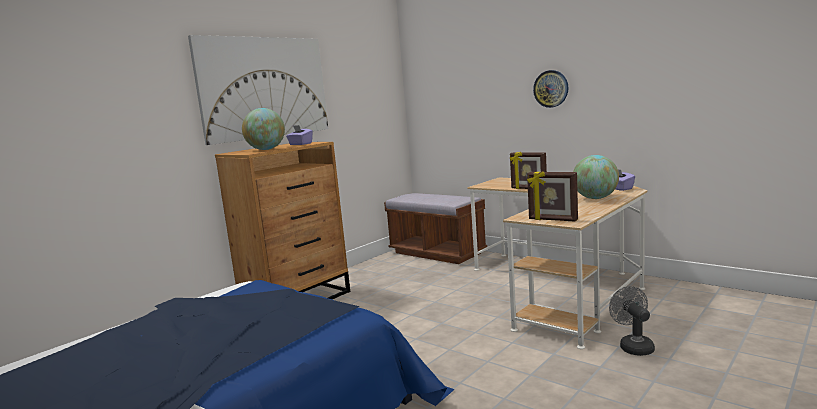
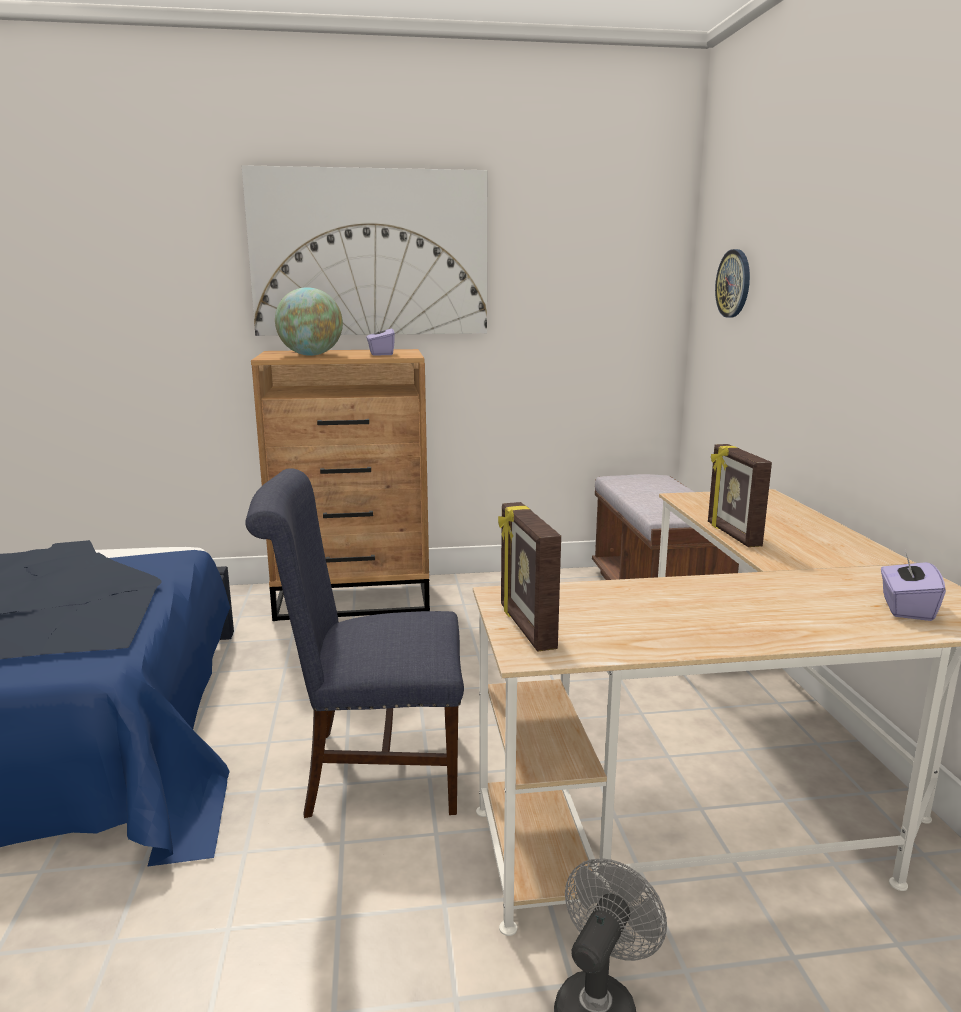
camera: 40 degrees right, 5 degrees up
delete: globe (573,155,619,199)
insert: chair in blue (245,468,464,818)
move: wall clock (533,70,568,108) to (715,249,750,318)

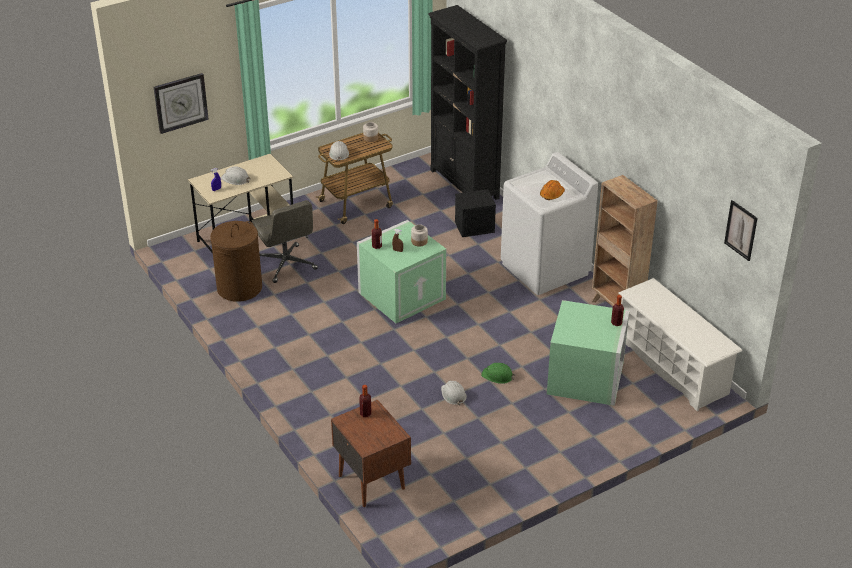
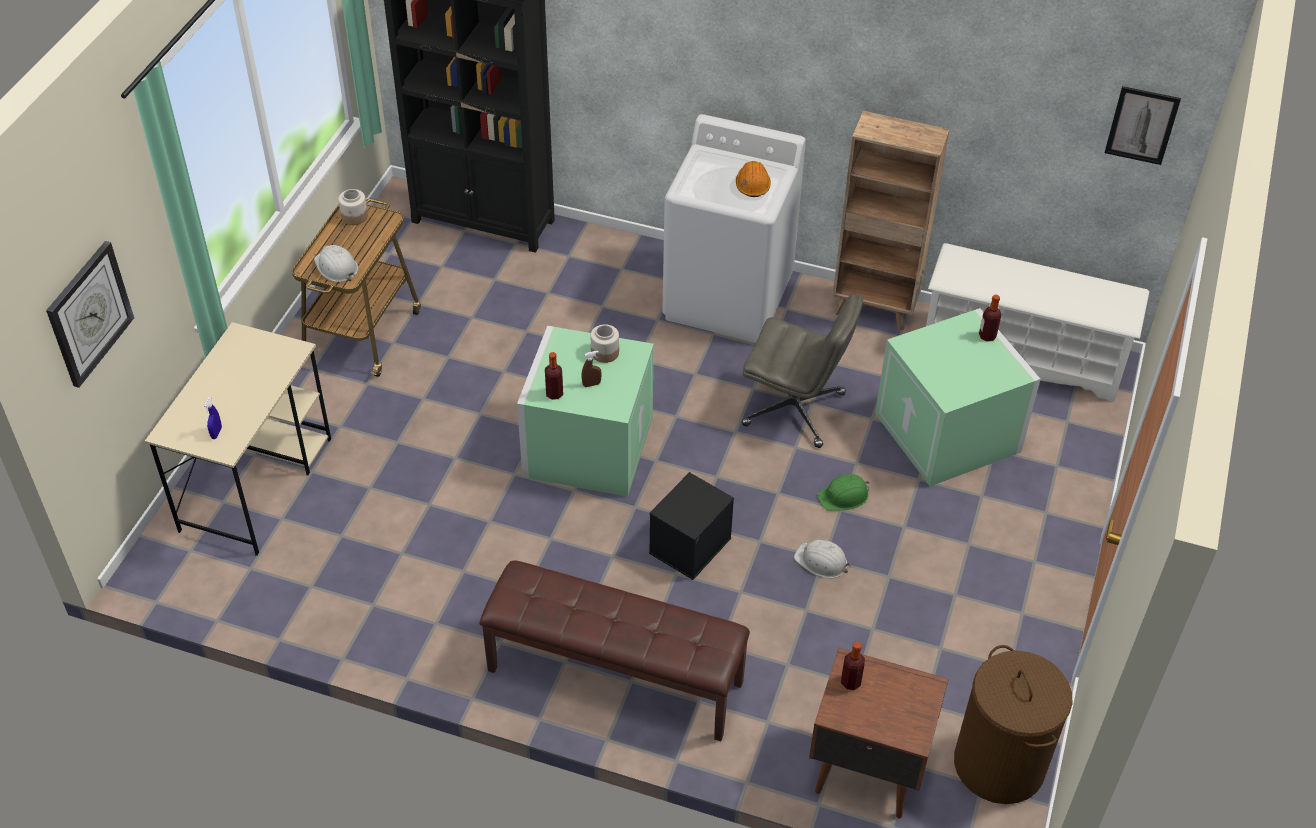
camera: 40 degrees left, 10 degrees up
delete: hard hat in white (221,166,250,185)
insert: bench in brown (480,560,750,741)
move: laundry basket in brown (210,221,262,302) to (954,645,1072,804); office chair in grey (252,200,318,283) to (742,294,863,448); storage box in black (455,189,496,237) to (649,472,734,580)

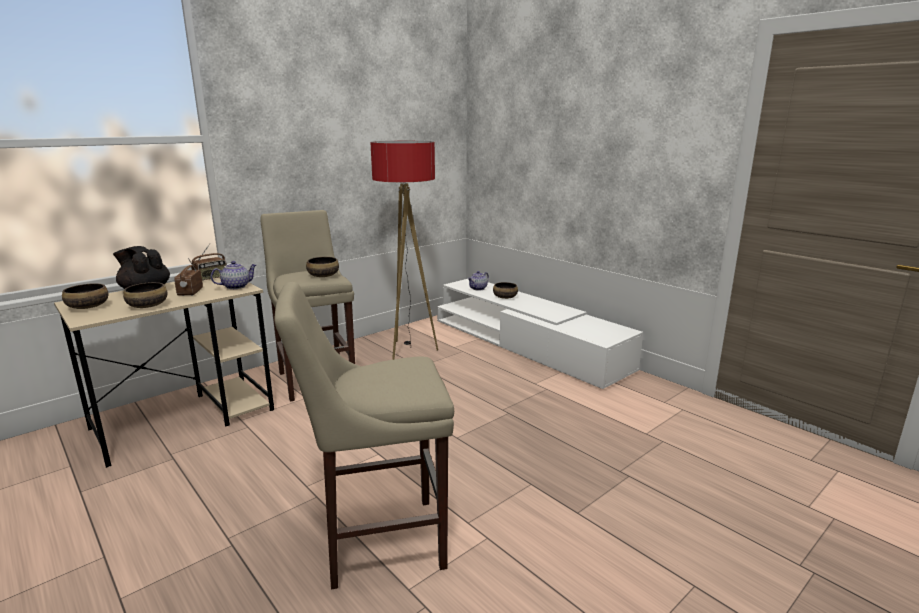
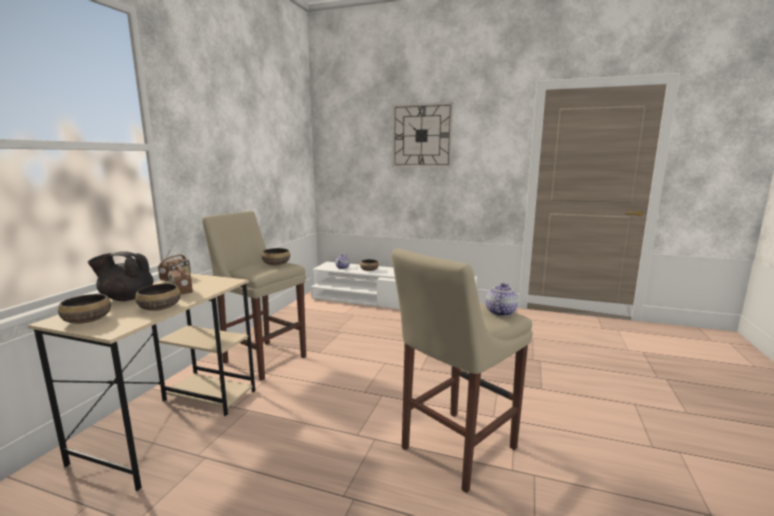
camera: 30 degrees left, 5 degrees down
delete: floor lamp (370,141,438,360)
insert: wall clock (392,102,453,167)
move: teapot (211,261,256,289) to (486,283,518,316)

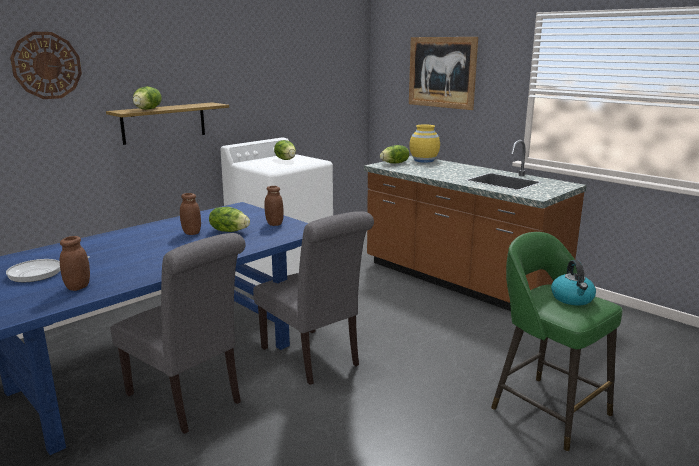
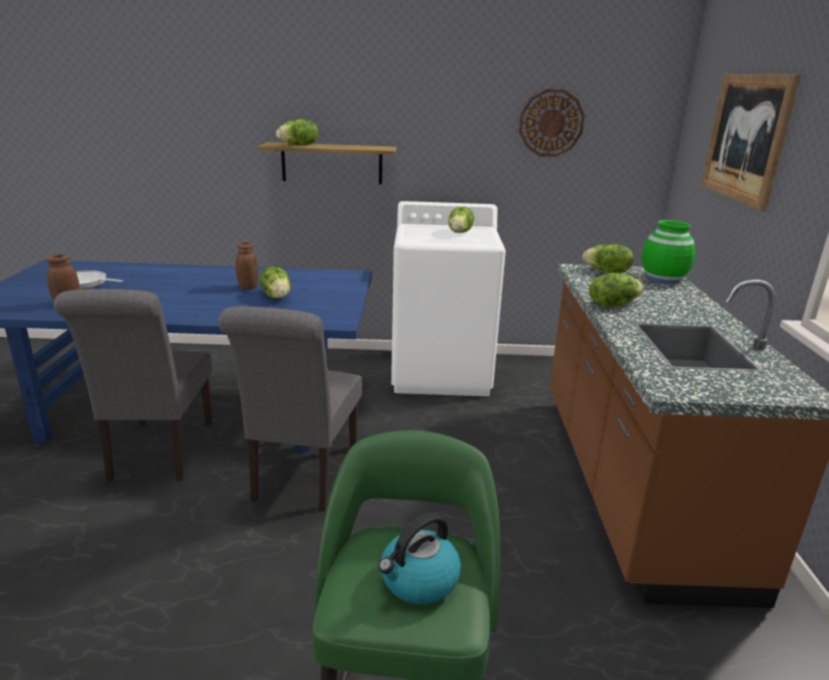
camera: 45 degrees right, 5 degrees up
delete: jar in brown (265,186,284,226)
insert: lettuce (589,273,644,307)
move: wall clock (10,32,82,99) to (519,89,585,157)
recolor: vase in yellow (409,124,440,163) to vase in green (642,220,696,284)

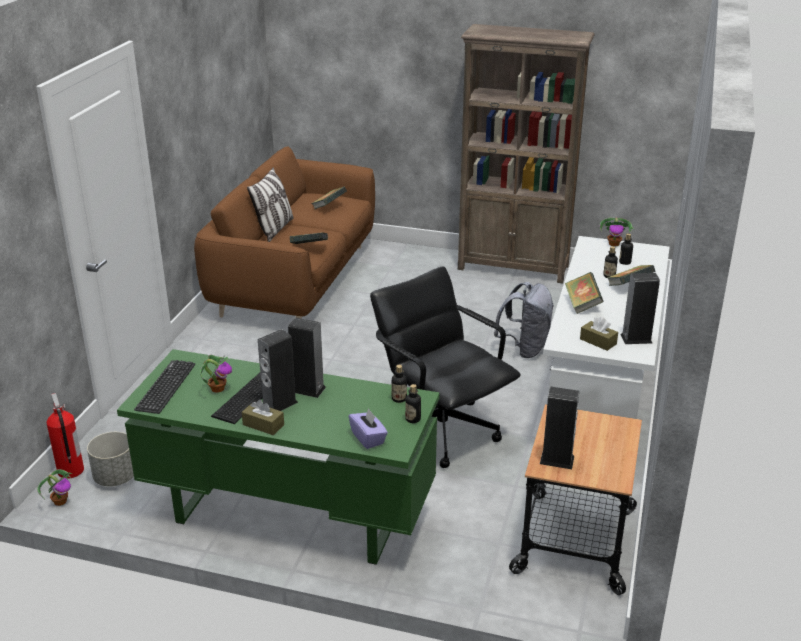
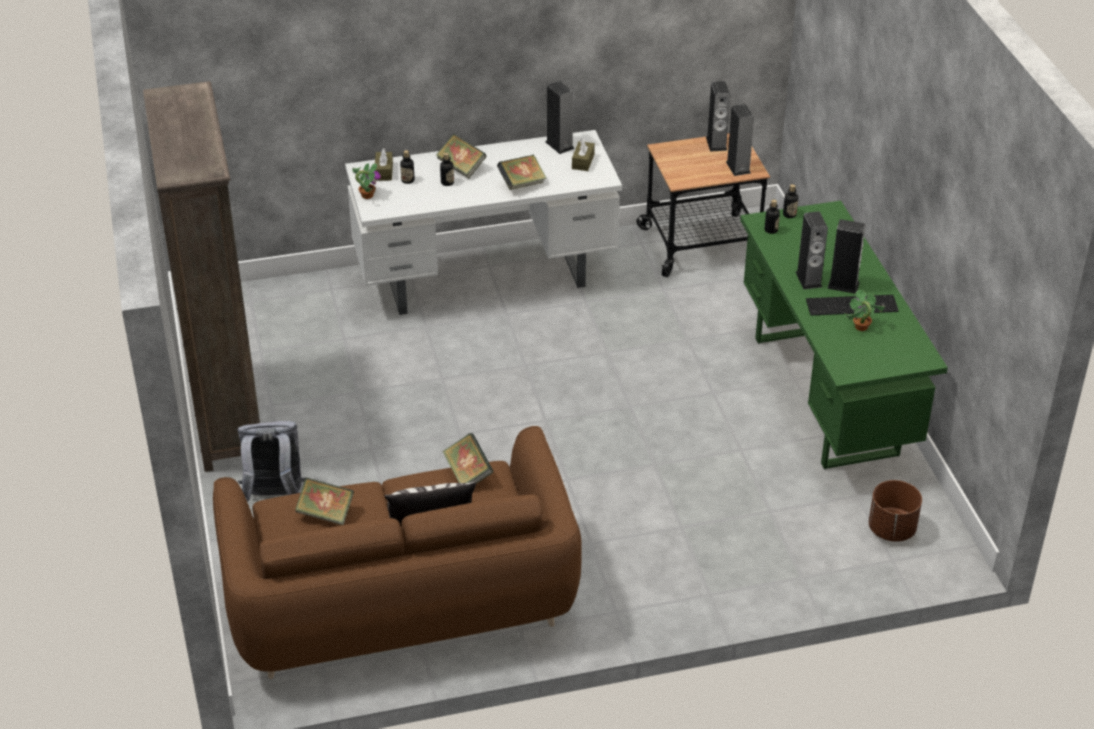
camera: 120 degrees left, 10 degrees up
delete: potted plant (37,469,73,506); fire extinguisher (46,393,84,479); keyboard (134,360,195,414); tissue box in purple (349,408,388,449); office chair in black (370,266,521,468)
insert: speaker (706,81,730,152)
move: tissue box in brown (242,399,284,435) to (375,148,393,181); backpack in grey (494,282,553,358) to (237,421,306,502)
recolor: planter in grey (87,432,134,486) to planter in brown (869,480,922,542)

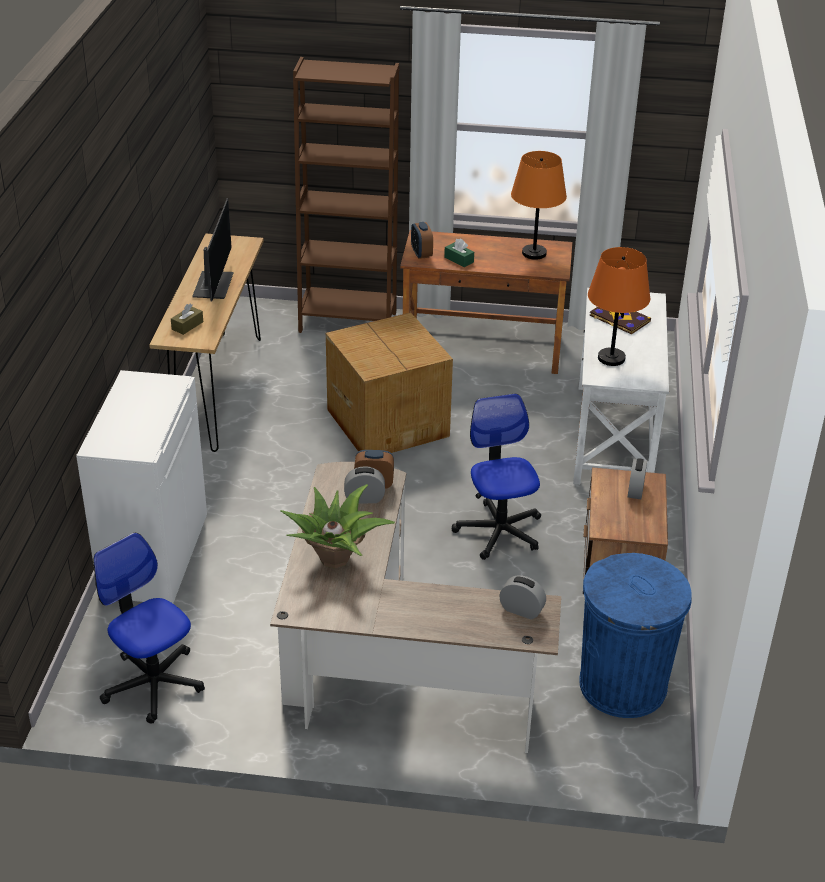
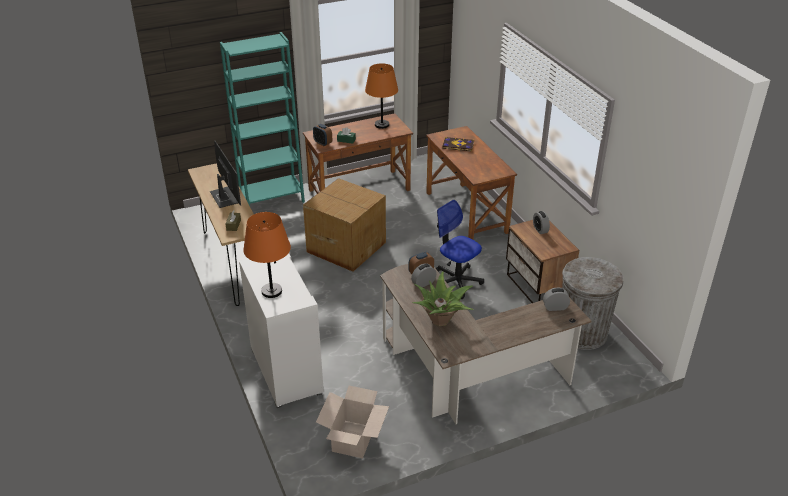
camera: 30 degrees left, 0 degrees up
move: table lamp in orange (588,247,650,366) to (243,212,291,298)
replace: office chair (93,533,205,724) to cardboard box (316,386,389,458)
recolor: bookcase in brown (293,57,399,333) to bookcase in turquoise (220,32,305,206); desk in white (573,288,669,485) to desk in brown (426,126,517,240); trash can in blue (579,553,692,718) to trash can in grey (562,257,623,350)

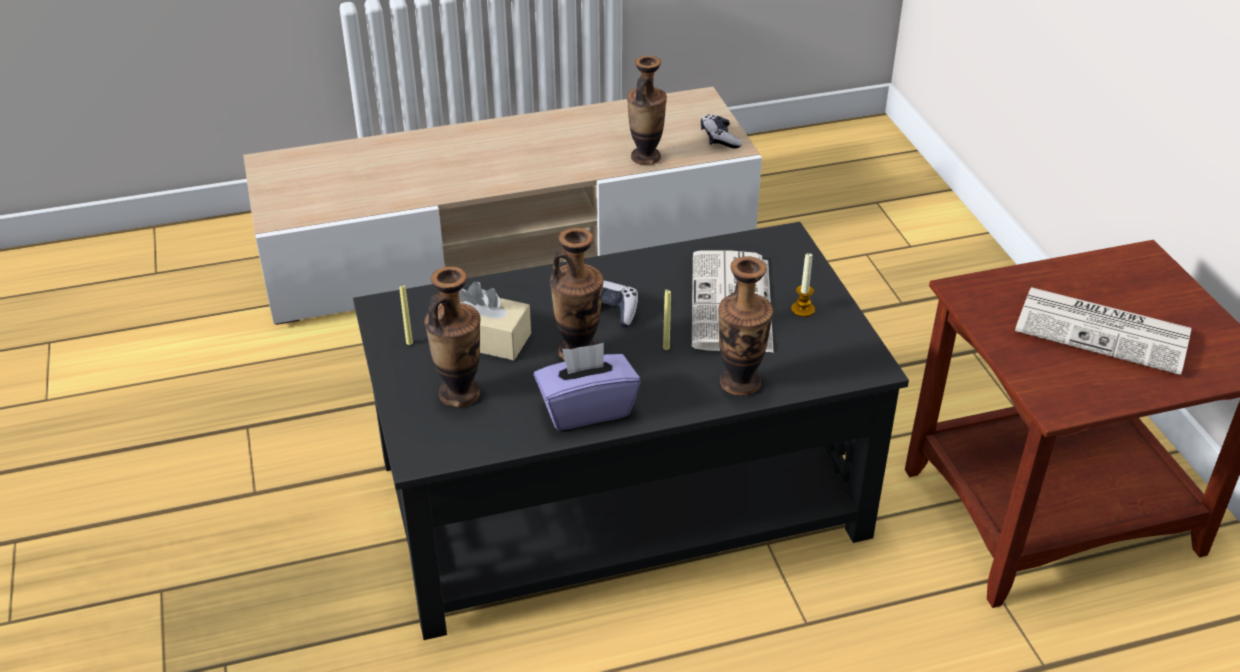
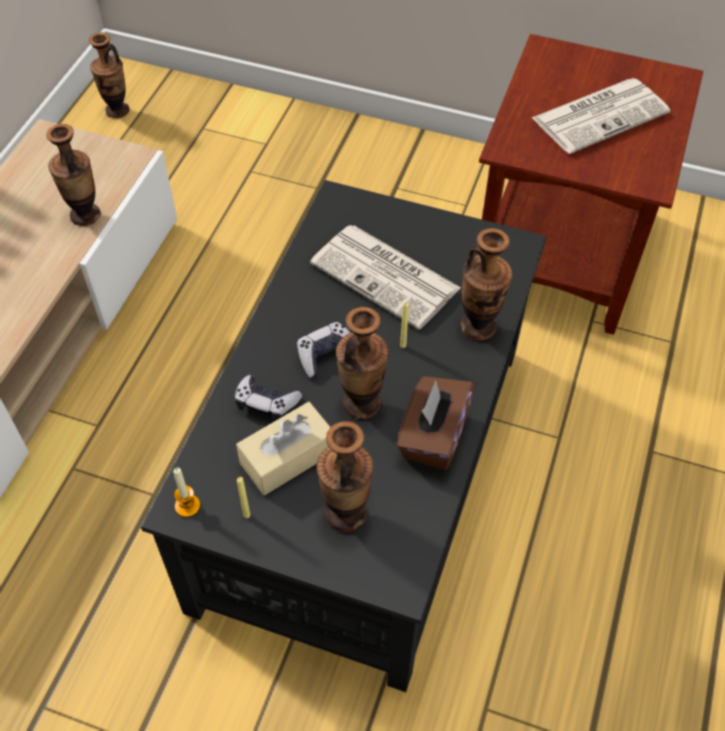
camera: 55 degrees left, 15 degrees up
insert: vase (89,33,130,118)
move: game controller (701,114,742,148) to (235,375,302,421); candle (791,253,815,317) to (173,467,200,517)
recolor: tissue box in purple (534,343,640,430) to tissue box in brown (397,376,475,470)

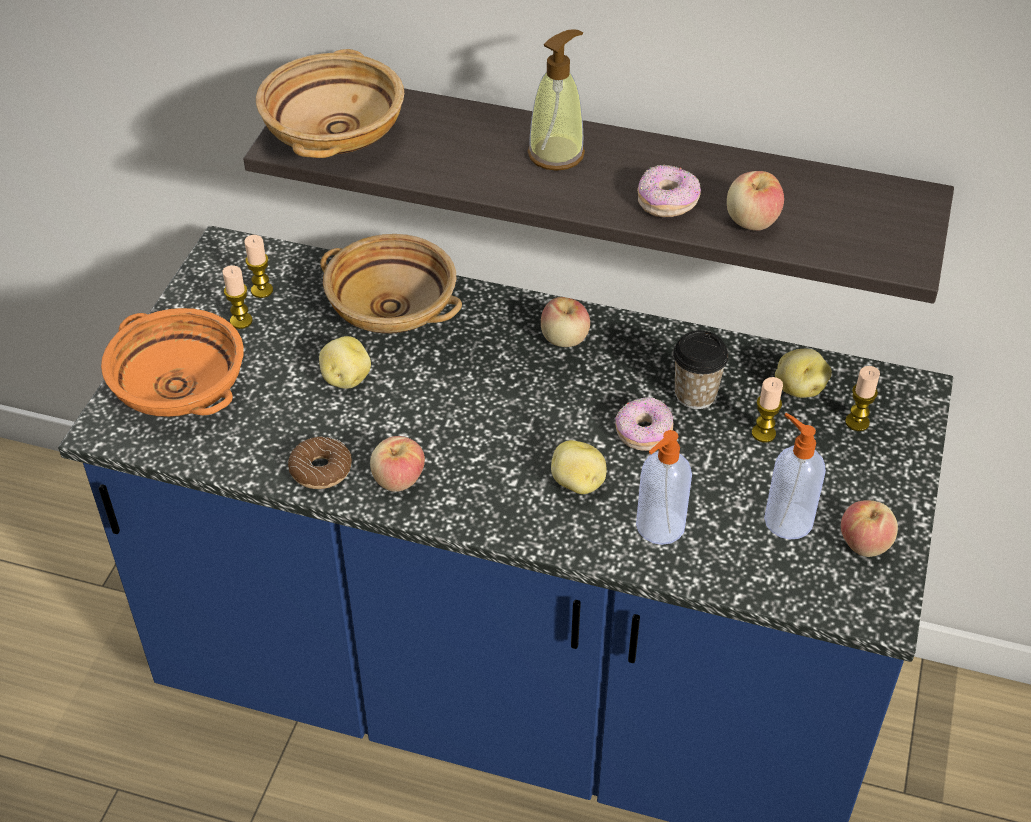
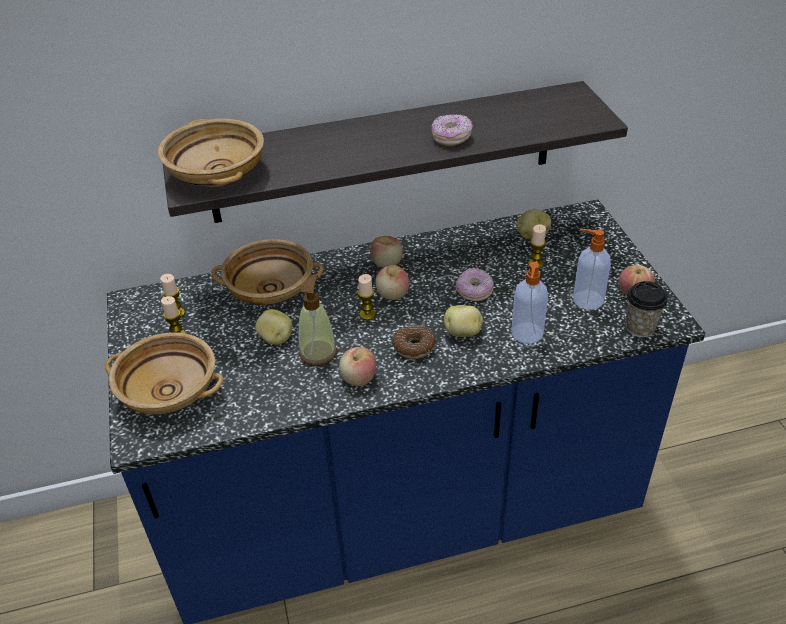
camera: 30 degrees left, 5 degrees down
move: donut (288,436,352,489) to (392,325,436,359); soap dispenser (528,29,585,171) to (298,274,337,366); cup (673,330,729,409) to (626,281,667,337); apple (727,171,784,231) to (376,265,409,300); candle (845,366,880,431) to (358,274,376,320)
recolor: bowl in orange (101,308,244,417) to bowl in beige (105,333,223,415)

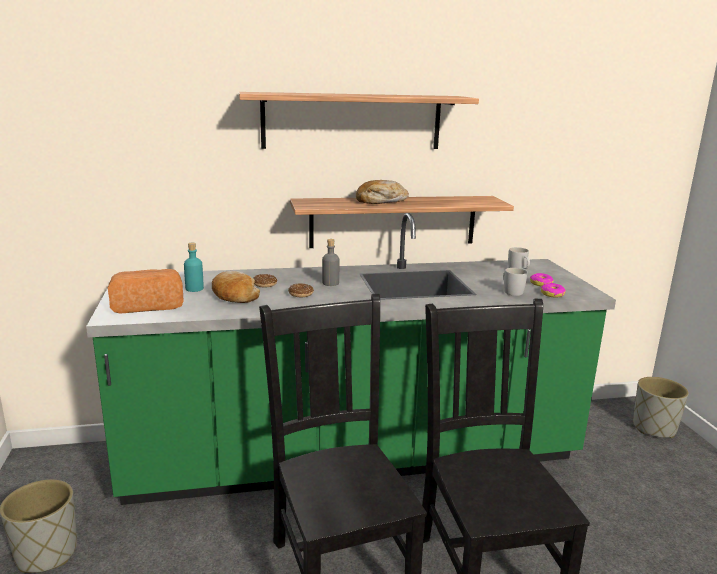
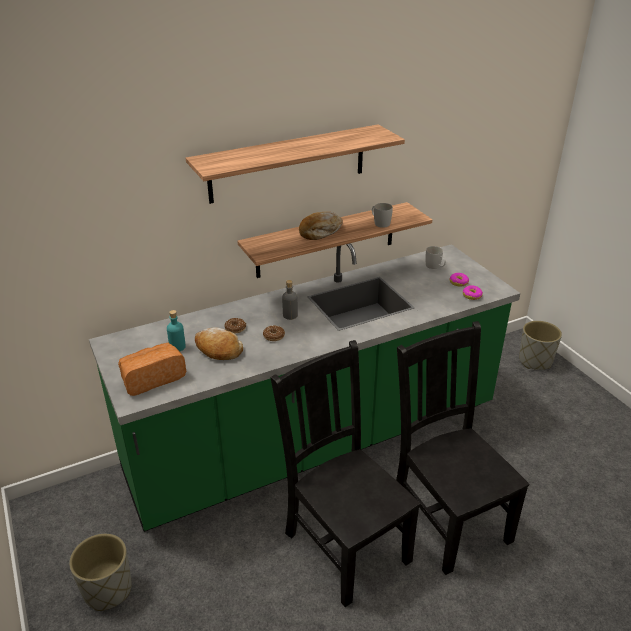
camera: 15 degrees left, 15 degrees up
move: mug in white (503,268,527,296) to (372,203,393,228)

